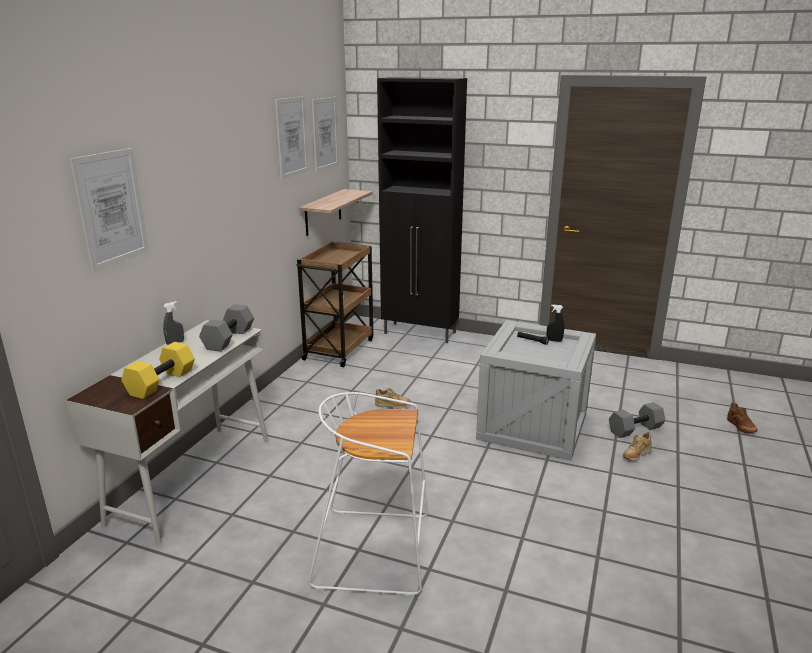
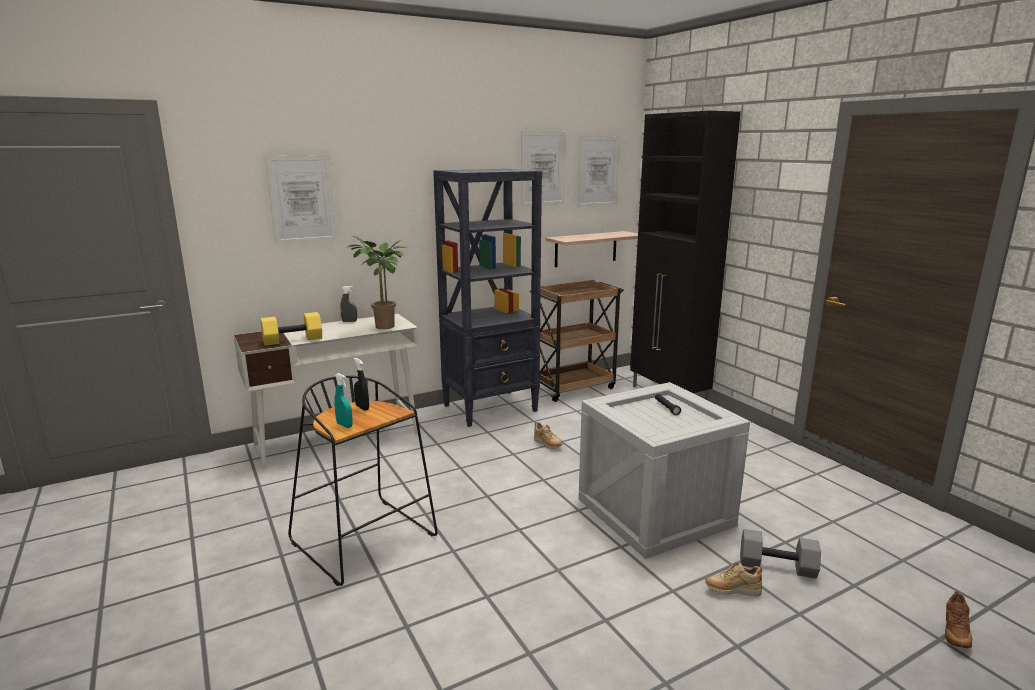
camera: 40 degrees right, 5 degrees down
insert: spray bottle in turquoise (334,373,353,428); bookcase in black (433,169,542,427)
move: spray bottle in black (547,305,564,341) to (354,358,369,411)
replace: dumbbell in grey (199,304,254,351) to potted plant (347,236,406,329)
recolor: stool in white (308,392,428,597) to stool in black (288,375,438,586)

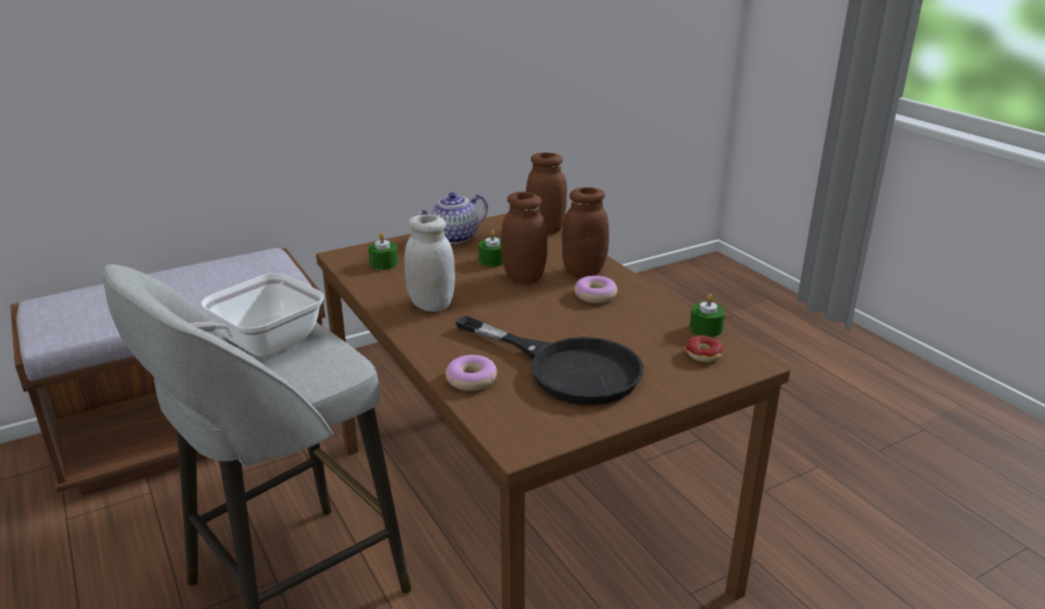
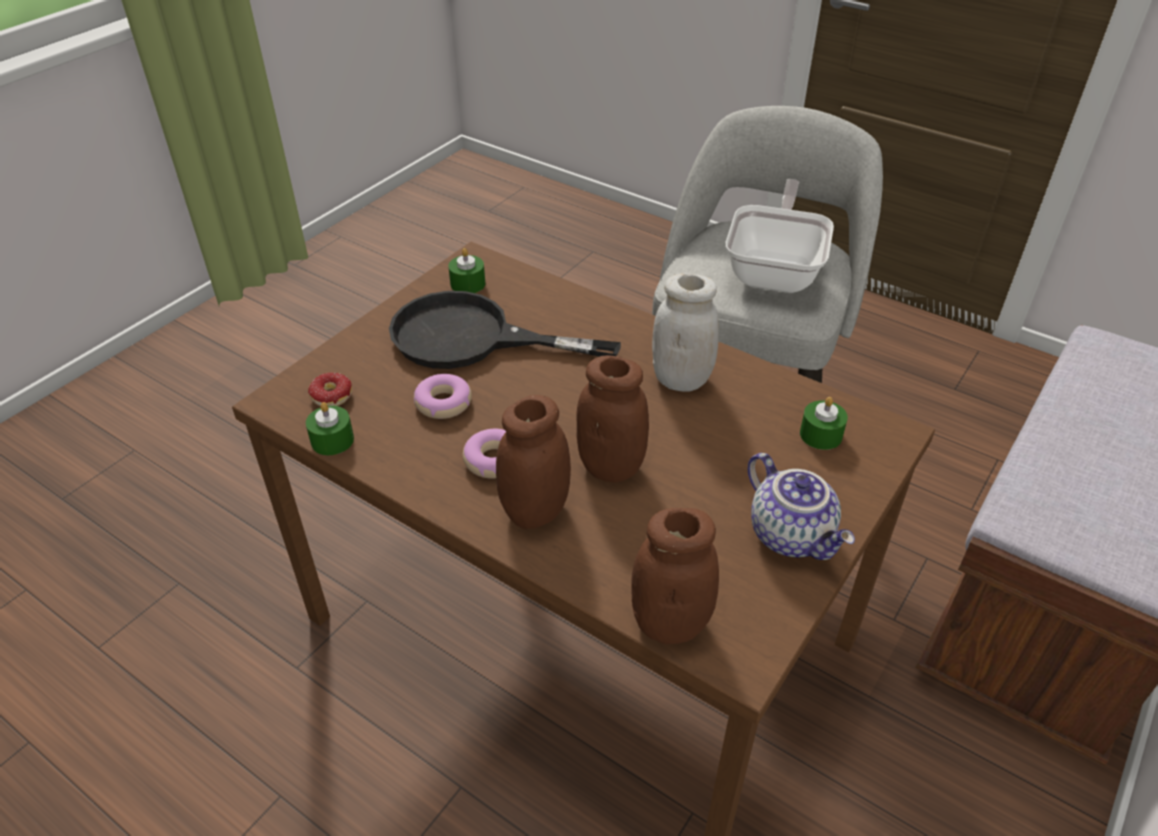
camera: 155 degrees right, 15 degrees up
move: donut (445,355,497,391) to (414,374,472,419); candle in green (479,230,503,267) to (448,248,485,293)
rotate: teapot (418,192,488,244) = (747,453,855,560) 120 degrees clockwise

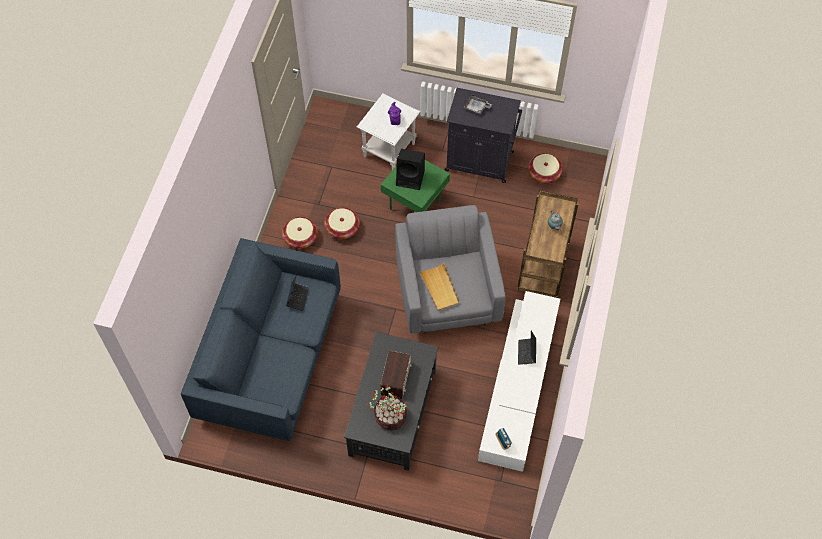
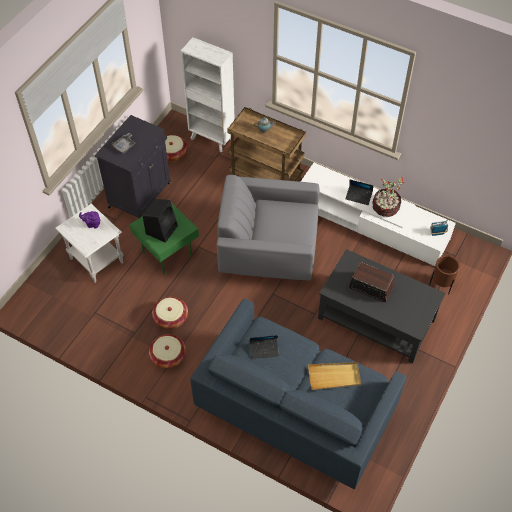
camera: 75 degrees left, 5 degrees down
insert: bookcase in white (181,37,235,152); planter in brown (429,255,460,295)
move: potted plant (367,385,408,430) to (372,177,404,217); tray in beige (419,263,460,311) to (308,362,361,390)
rotate: laptop (286,275,309,311) = (249,335,279,359) 150 degrees clockwise

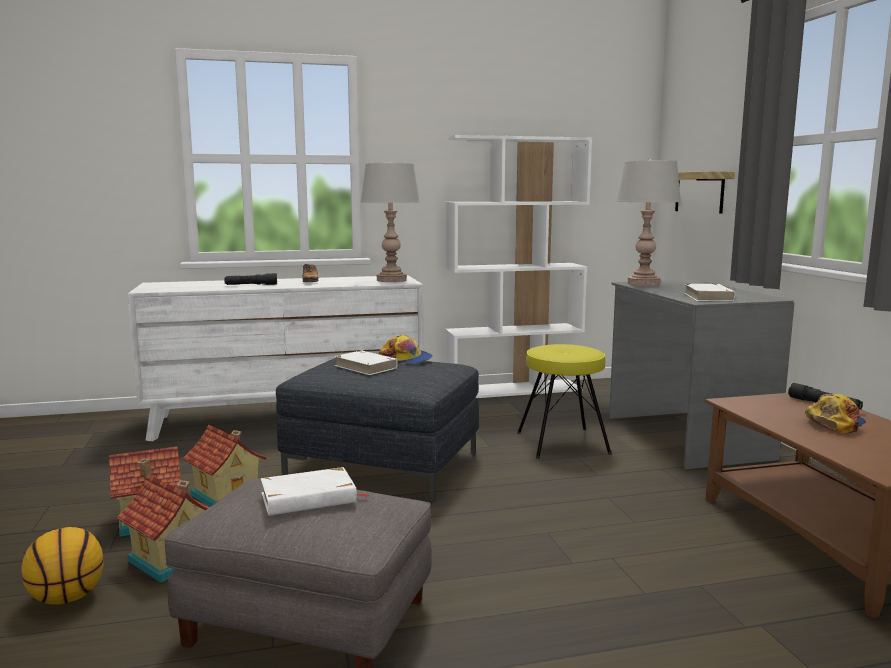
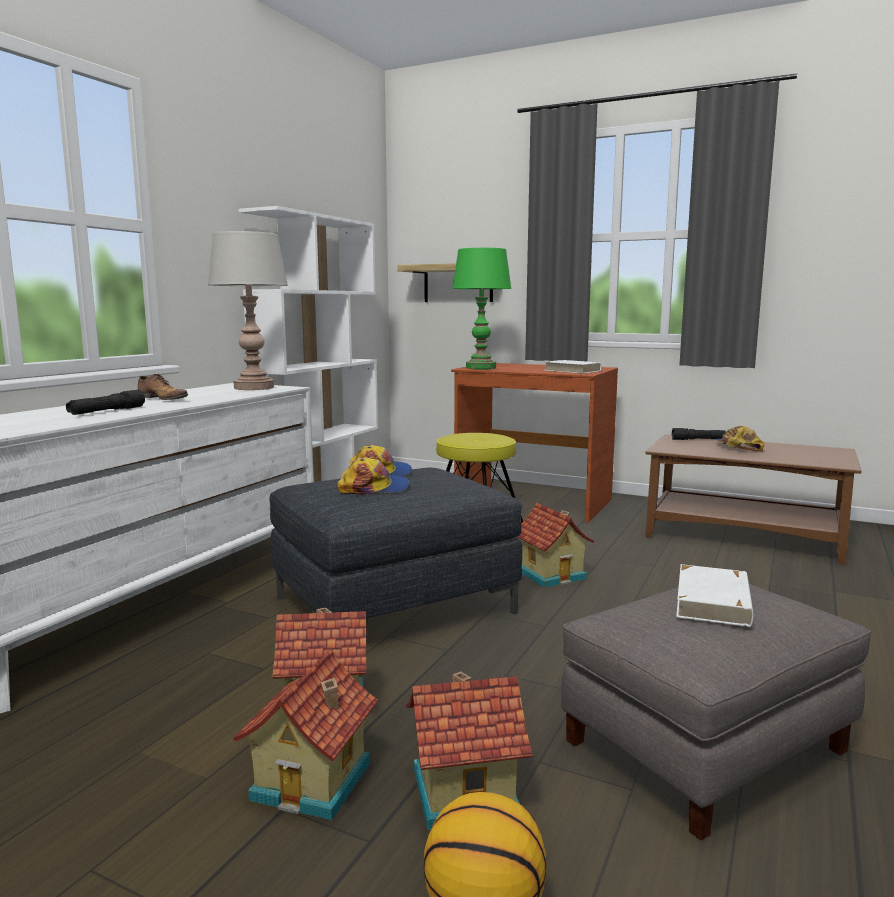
camera: 50 degrees left, 0 degrees up
insert: toy house (517,503,594,588)
replace: book in white (334,350,398,375) to cap (337,457,409,495)
recolor: desk in grey (609,279,795,469) to desk in brown (451,363,618,523); table lamp in grey (617,159,681,286) to table lamp in green (452,247,512,369)

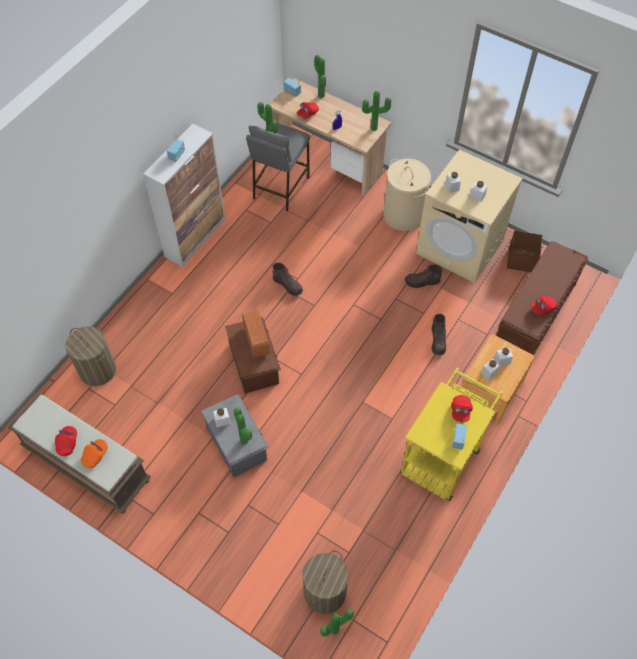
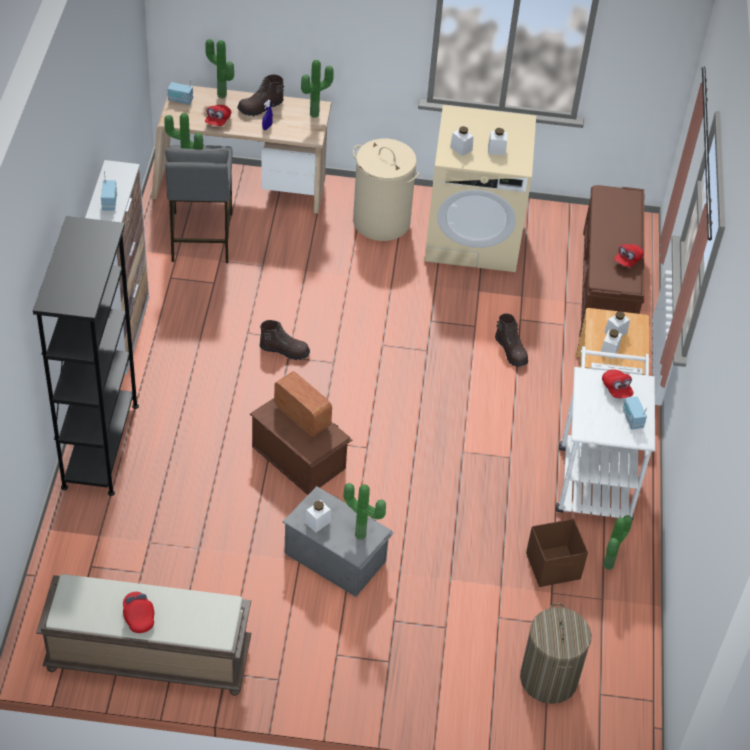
camera: 30 degrees left, 10 degrees down
delete: laundry basket (65,326,116,386); cap in orange (81,439,108,468)
insert: bookcase in black (33,216,139,496)
move: potted plant (320,609,354,637) to (603,515,632,570); boot in brown (405,265,442,288) to (237,74,284,116); storage box in brown (507,231,542,272) to (526,519,588,587)
recolor: cart in yellow (400,368,503,501) to cart in white (556,346,655,521)

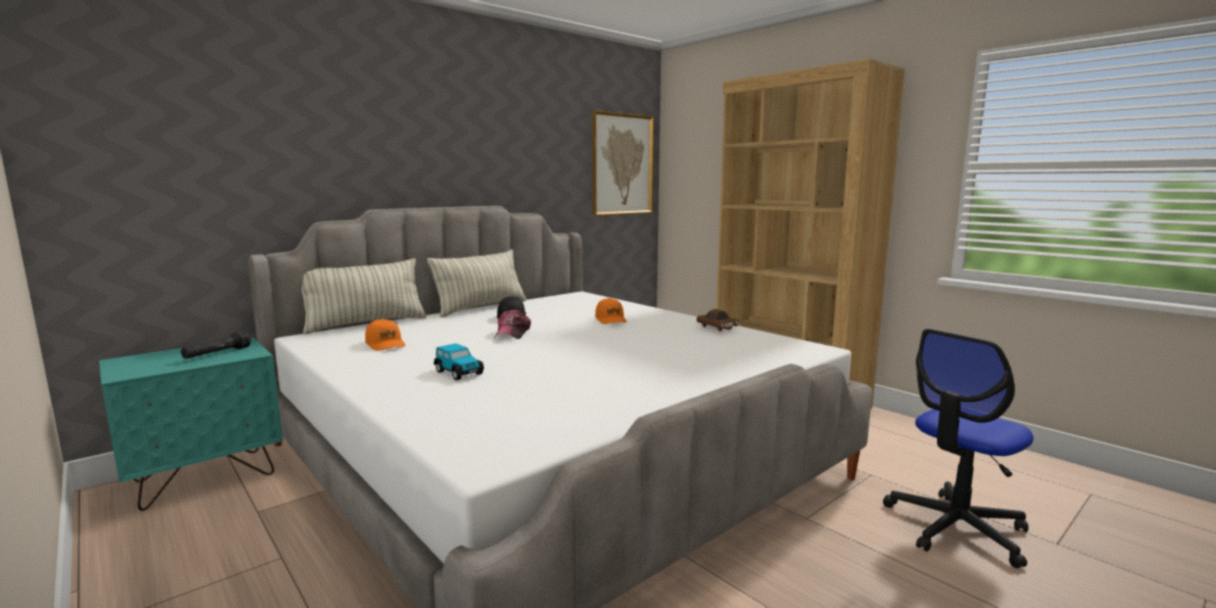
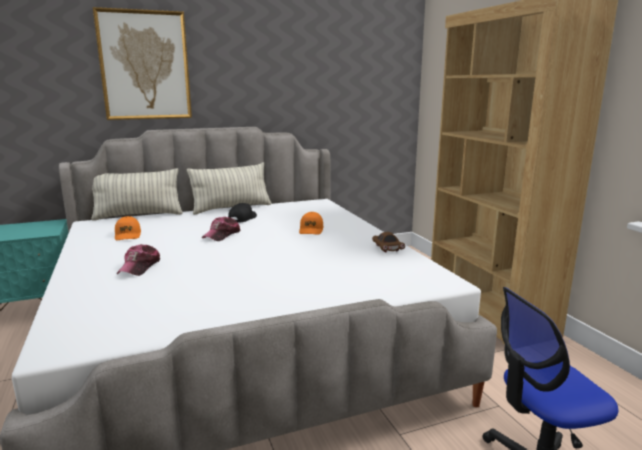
camera: 20 degrees right, 5 degrees up
delete: flashlight in black (181,330,251,359)
move: picture (592,110,654,216) to (93,7,192,120)
replace: toy car (434,343,484,380) to cap (117,244,160,276)

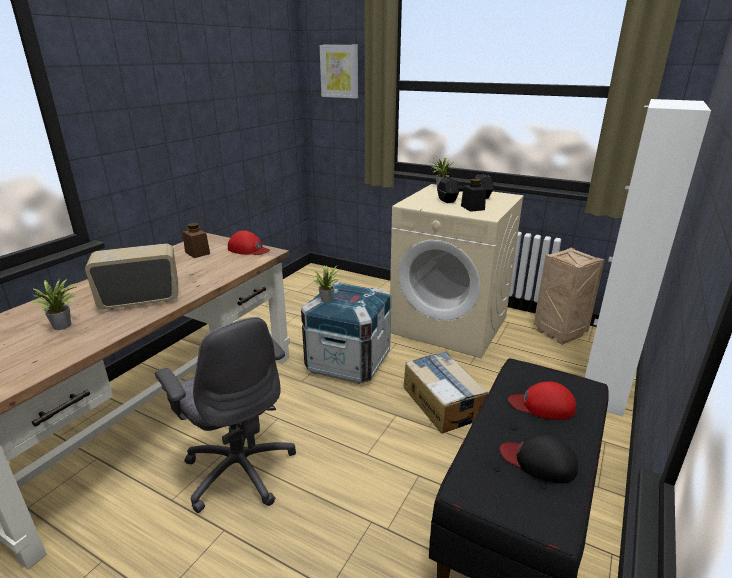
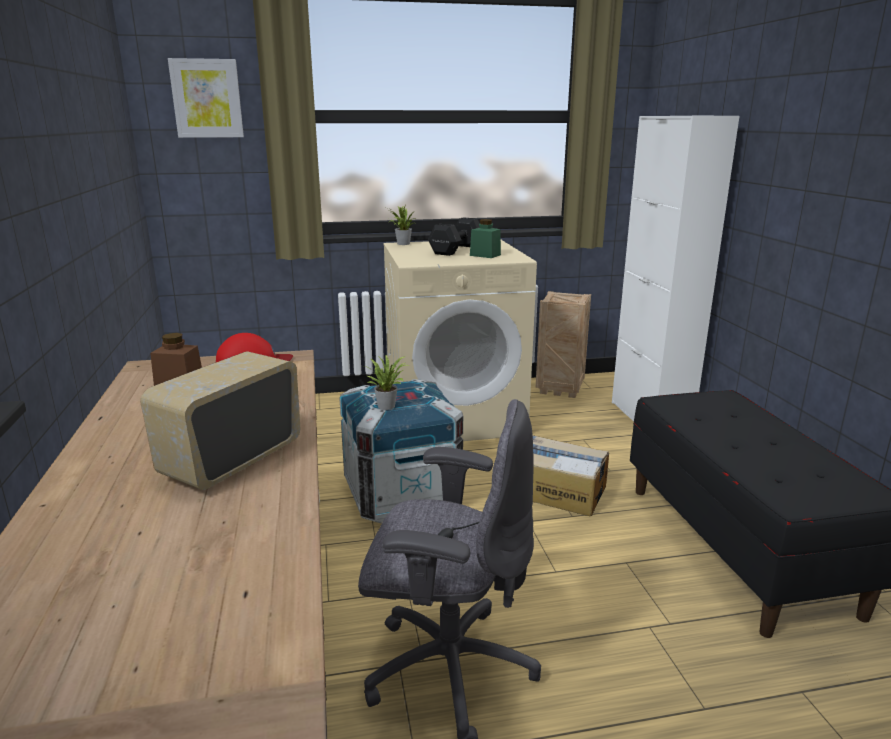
camera: 40 degrees left, 5 degrees down
delete: potted plant (32,279,76,330); cap in black (500,434,578,483); cap in red (508,381,576,420)
recolor: jar in black (461,179,486,212) to jar in green (470,219,501,258)

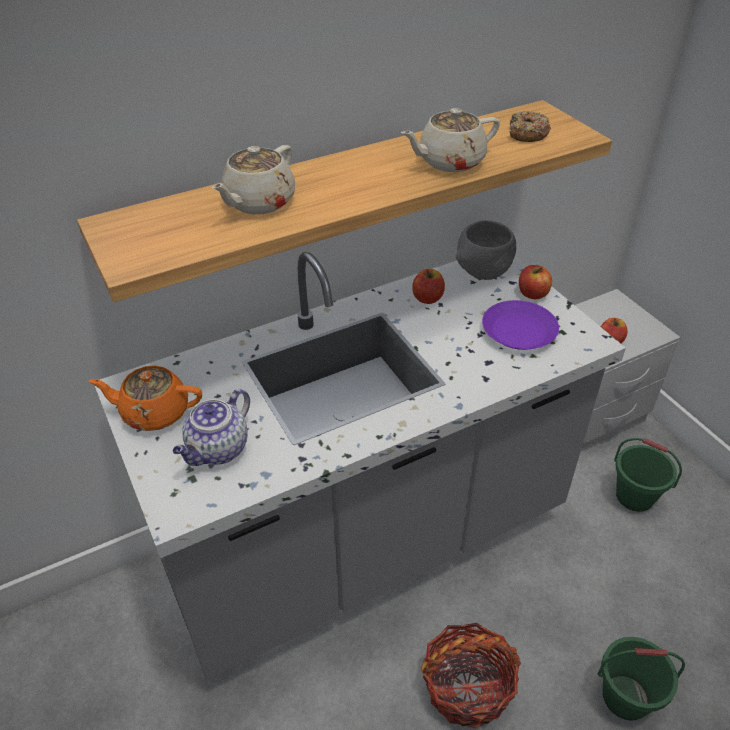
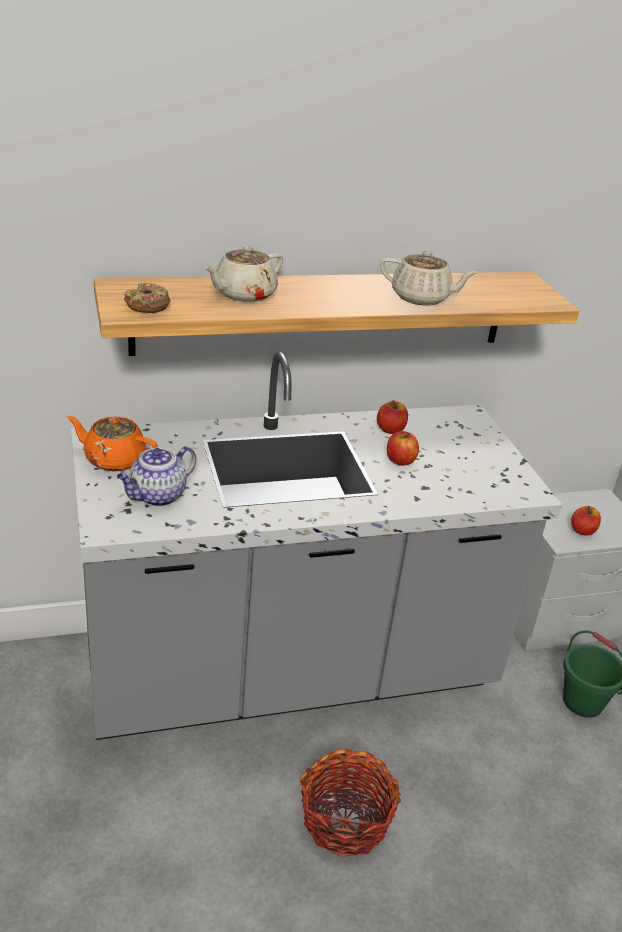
camera: 10 degrees right, 10 degrees down
delete: bowl in grey (456,220,516,280); plate in purple (482,300,559,350); bucket in green (597,637,685,721)
move: donut (510,111,551,142) to (124,283,171,313); apple (519,265,552,299) to (387,431,419,466)
rotate: teapot in beige (401,108,500,172) = (380,251,478,306) 150 degrees counterclockwise

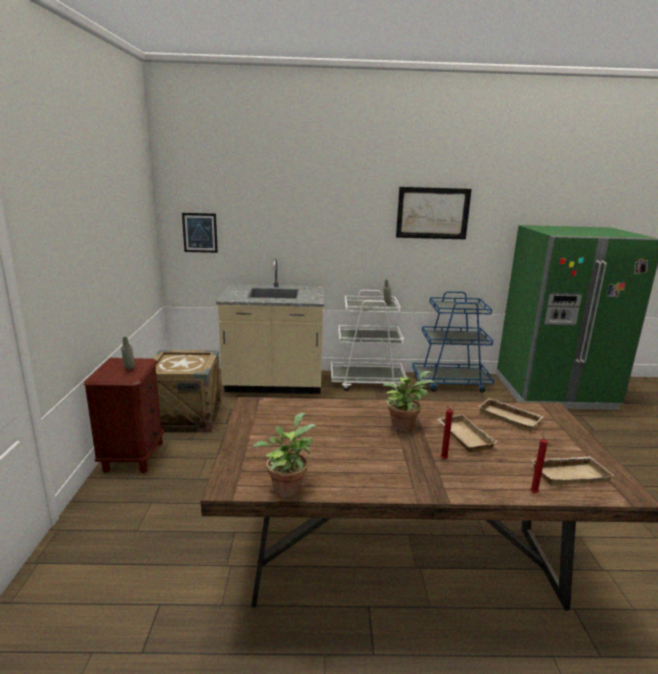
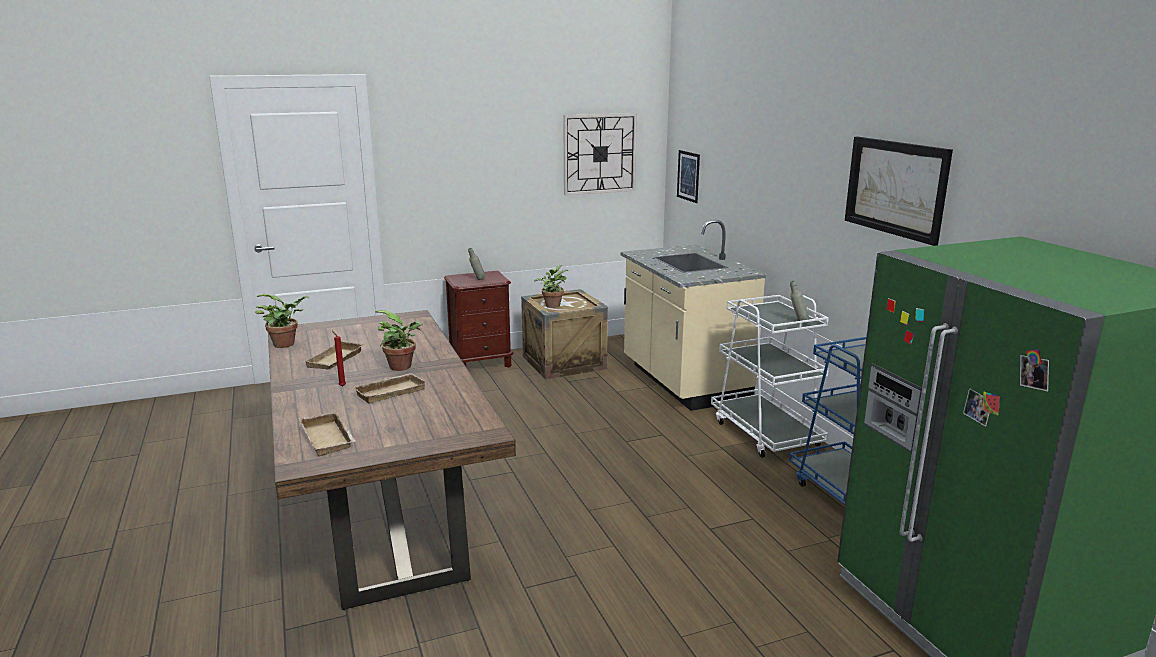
camera: 70 degrees right, 0 degrees up
delete: candle in red (530,431,548,493)
insert: potted plant (534,265,568,308); wall clock (563,113,637,195)
move: tray in beige (478,398,543,432) to (304,340,364,370)

